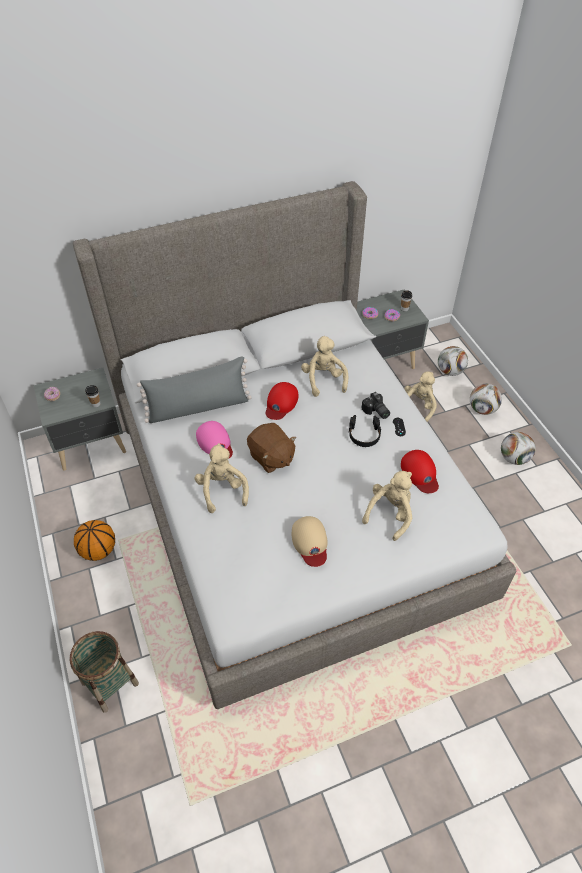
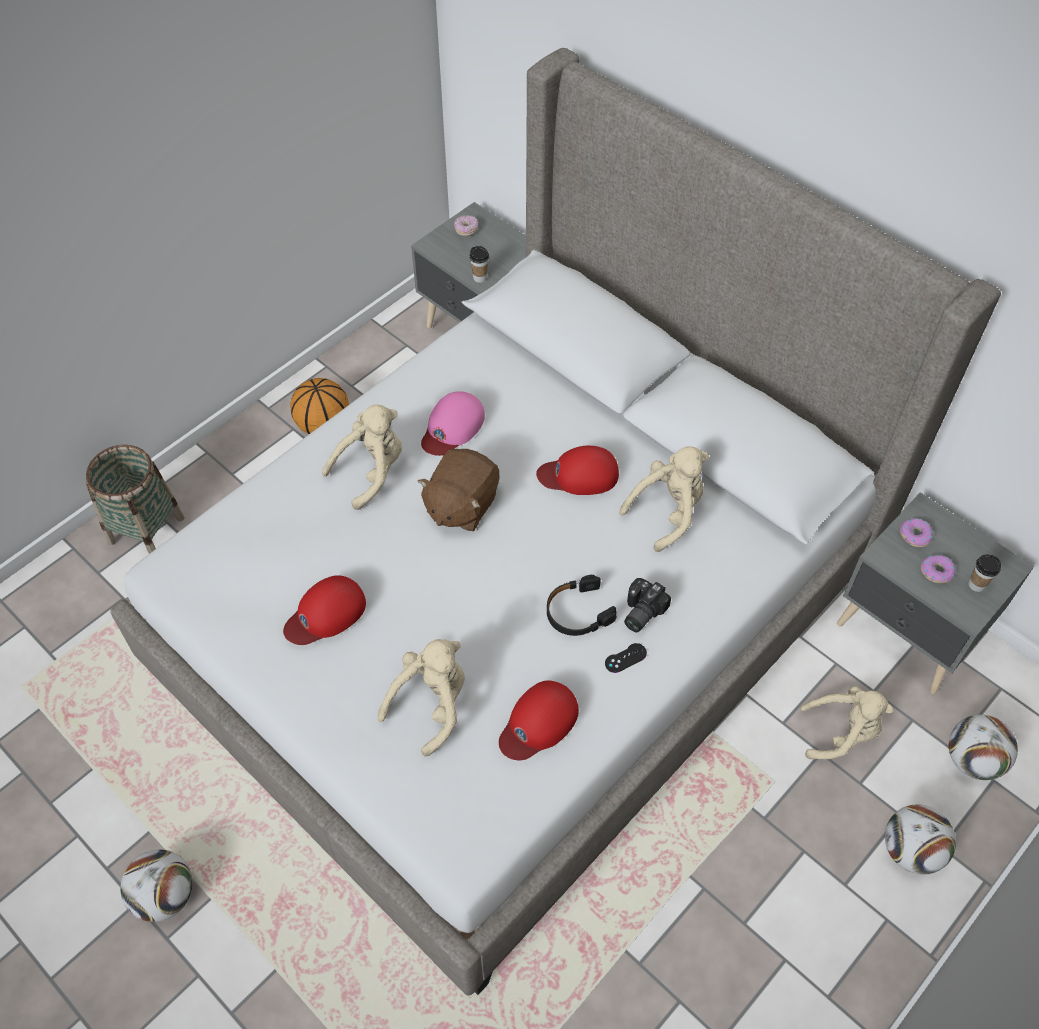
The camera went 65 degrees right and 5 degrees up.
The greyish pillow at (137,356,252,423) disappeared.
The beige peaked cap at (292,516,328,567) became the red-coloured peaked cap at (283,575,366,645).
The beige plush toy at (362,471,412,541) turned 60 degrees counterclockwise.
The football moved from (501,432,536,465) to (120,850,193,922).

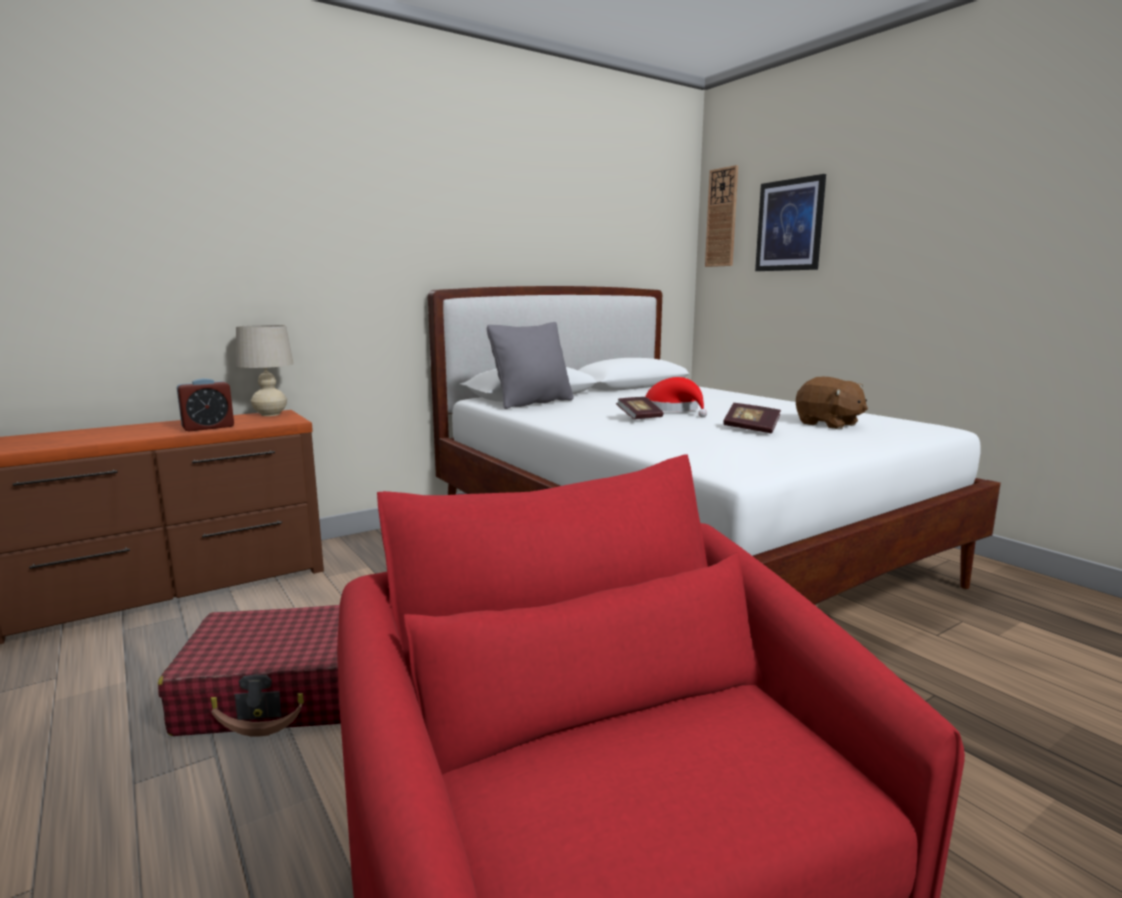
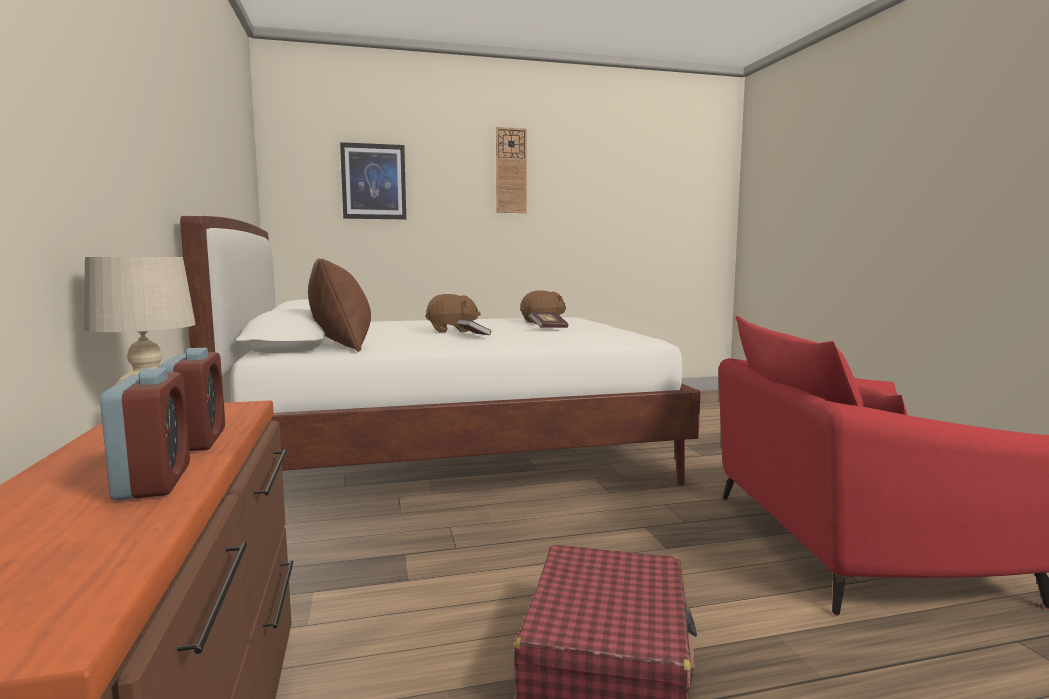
The camera went 70 degrees left and 5 degrees down.
The greyish pillow at (487,322,574,409) became the brown-coloured pillow at (308,258,371,352).
The red-coloured hat at (645,377,707,417) was replaced by the brown-coloured plush toy at (425,294,481,333).
The hanging clock moved from (705,165,738,267) to (496,127,527,213).
The alarm clock at (100,368,190,500) appeared.

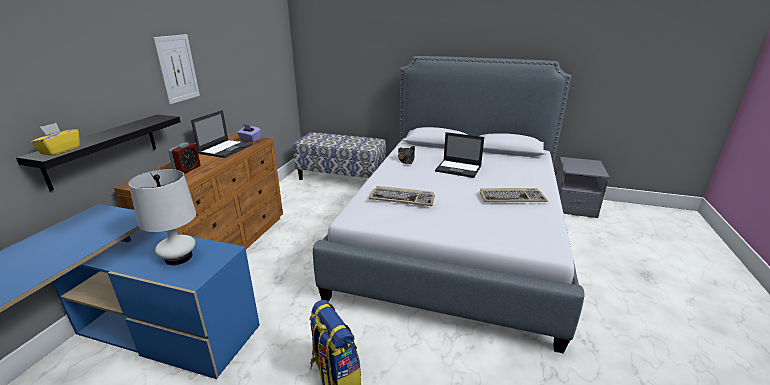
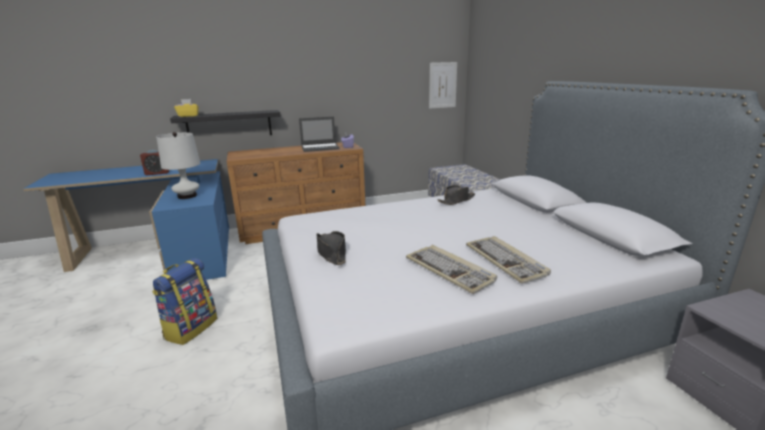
The camera went 55 degrees right and 5 degrees down.
The wall picture moved from (153,34,200,104) to (429,62,457,109).
The alarm clock moved from (168,142,200,174) to (140,150,170,175).
The PC keyboard moved from (369,186,435,206) to (466,236,551,284).
The laptop at (435,132,484,178) disappeared.
The black hat at (317,231,346,265) appeared.

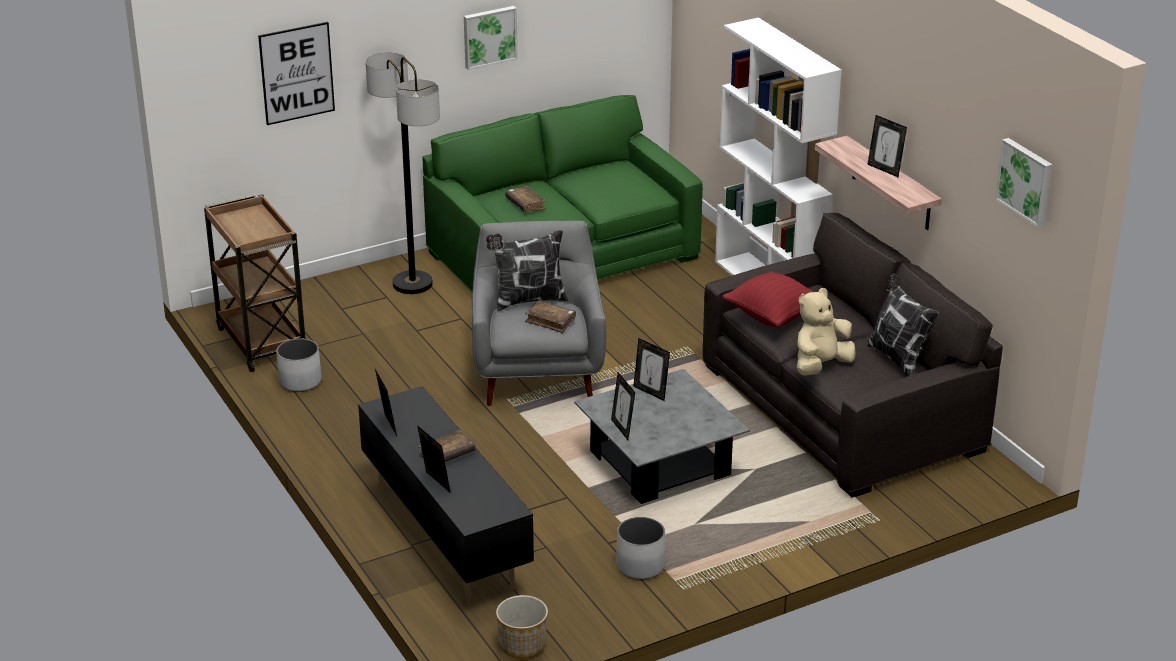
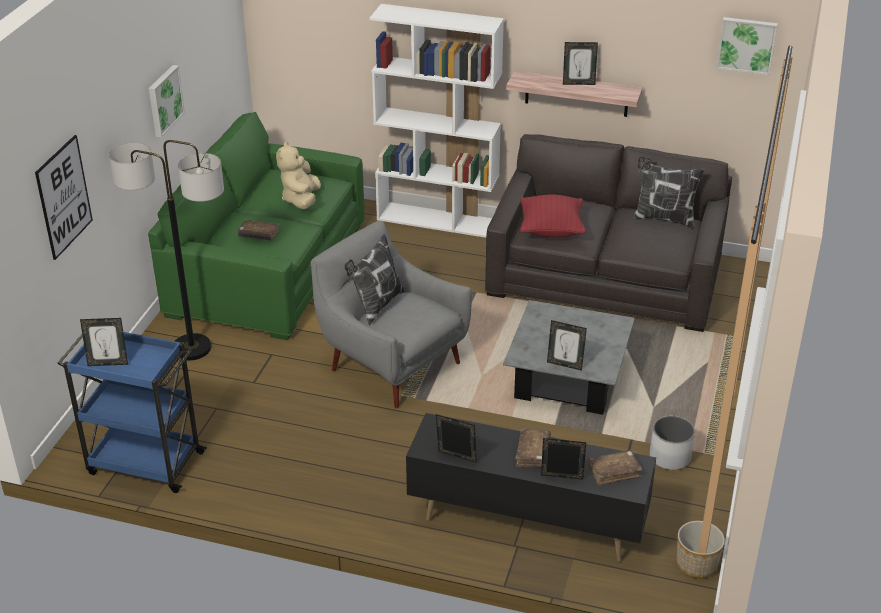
The camera went 45 degrees left and 5 degrees up.
The brown-coloured wheeled cart at (204,194,305,372) became the bluish wheeled cart at (57,332,207,493).
The white plant pot at (276,338,321,392) disappeared.
The brown-coloured book moved from (525,300,576,333) to (588,450,642,486).
The picture frame moved from (633,338,670,401) to (80,318,128,366).
The beige plush toy moved from (797,288,856,376) to (276,141,321,209).

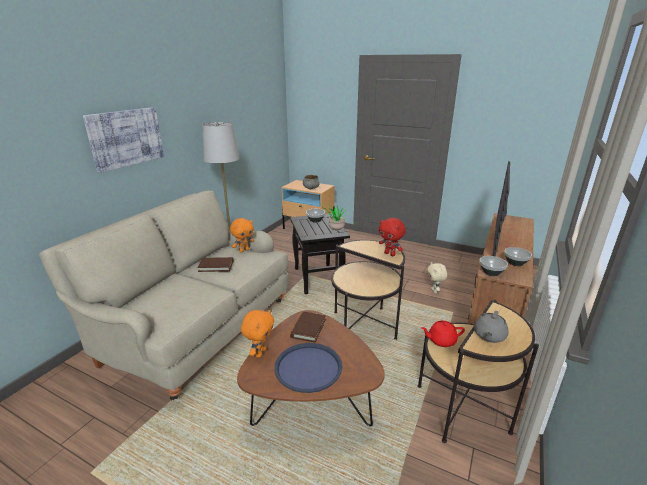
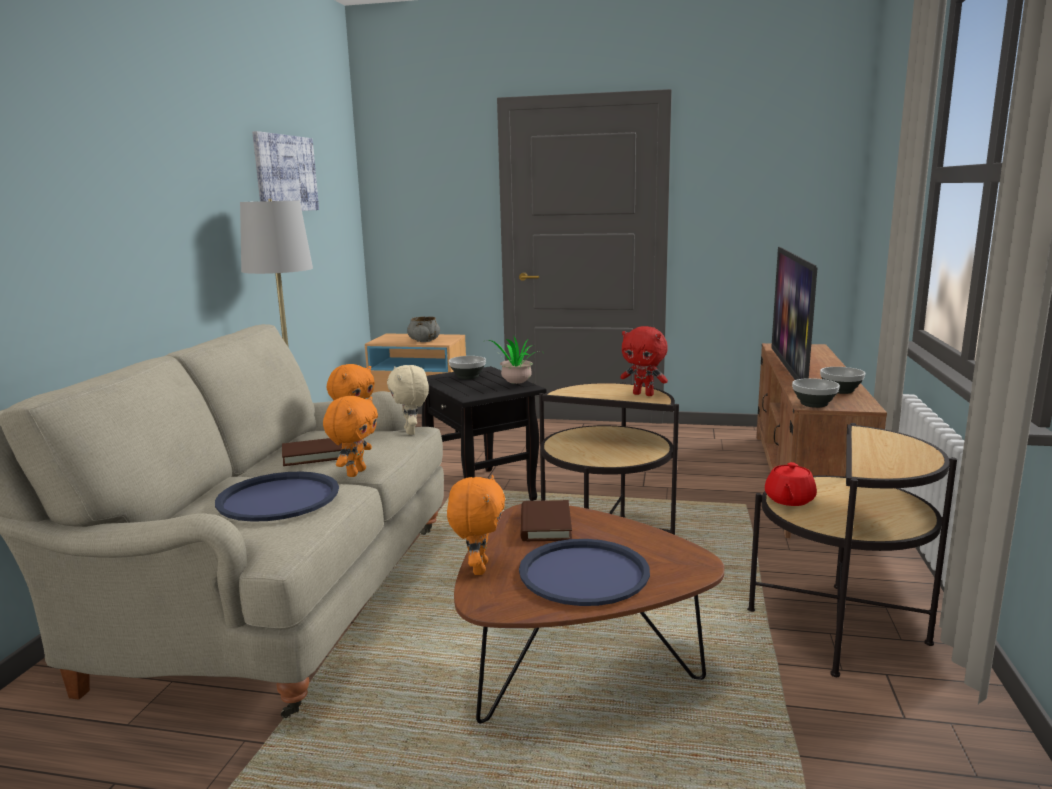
The camera went 15 degrees left and 10 degrees down.
The wall picture moved from (83,107,164,173) to (252,131,319,211).
The red-coloured pot for tea at (421,321,465,347) turned 45 degrees counterclockwise.
The beige plush toy moved from (427,262,447,293) to (387,365,429,435).
The greyish pot for tea at (474,311,508,343) disappeared.
The bluish tray at (215,472,339,522) appeared.
The orange-coloured plush toy at (323,396,378,477) appeared.

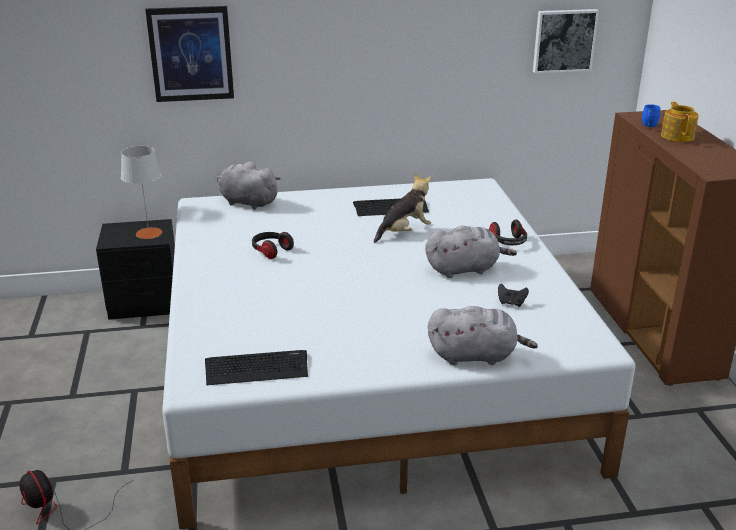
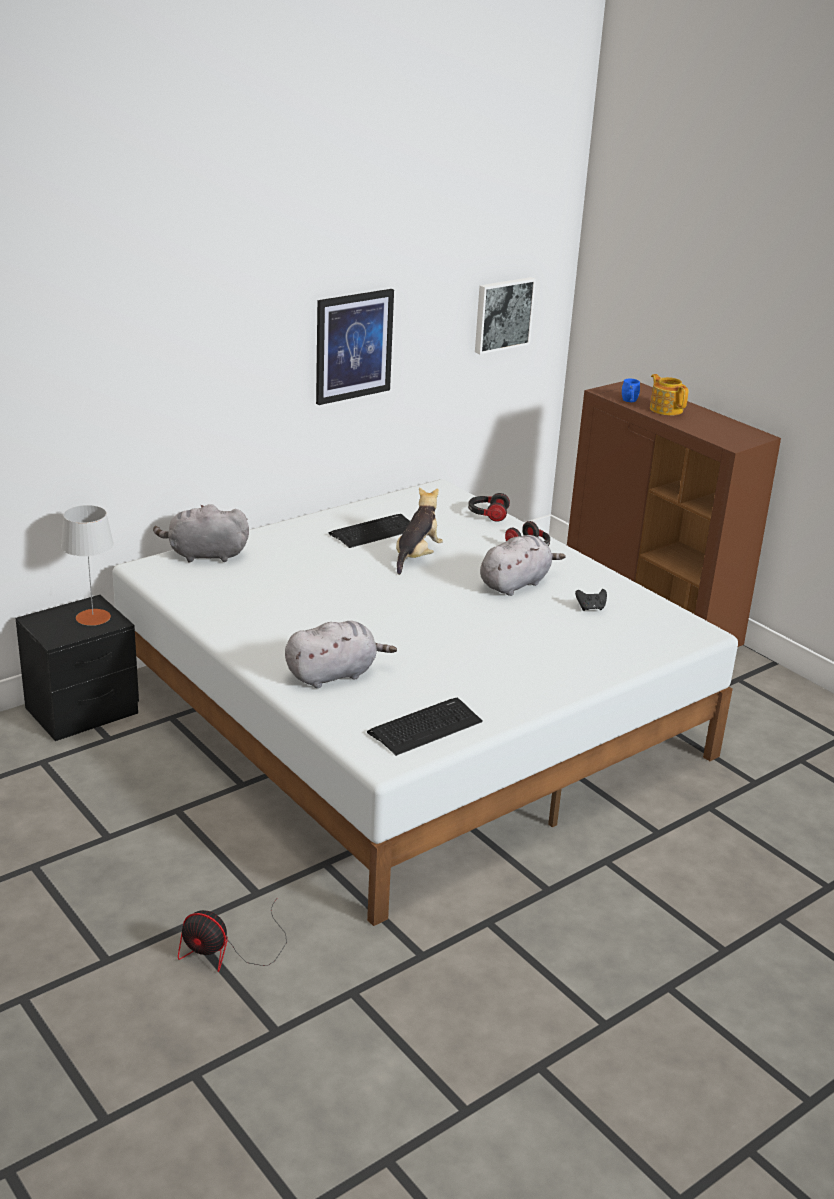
The camera went 30 degrees left and 0 degrees up.
The wall picture moved from (145,6,234,102) to (316,289,394,405).
The headphones moved from (252,232,294,259) to (468,493,510,522).
The greyish plush toy moved from (428,306,538,365) to (285,621,397,688).

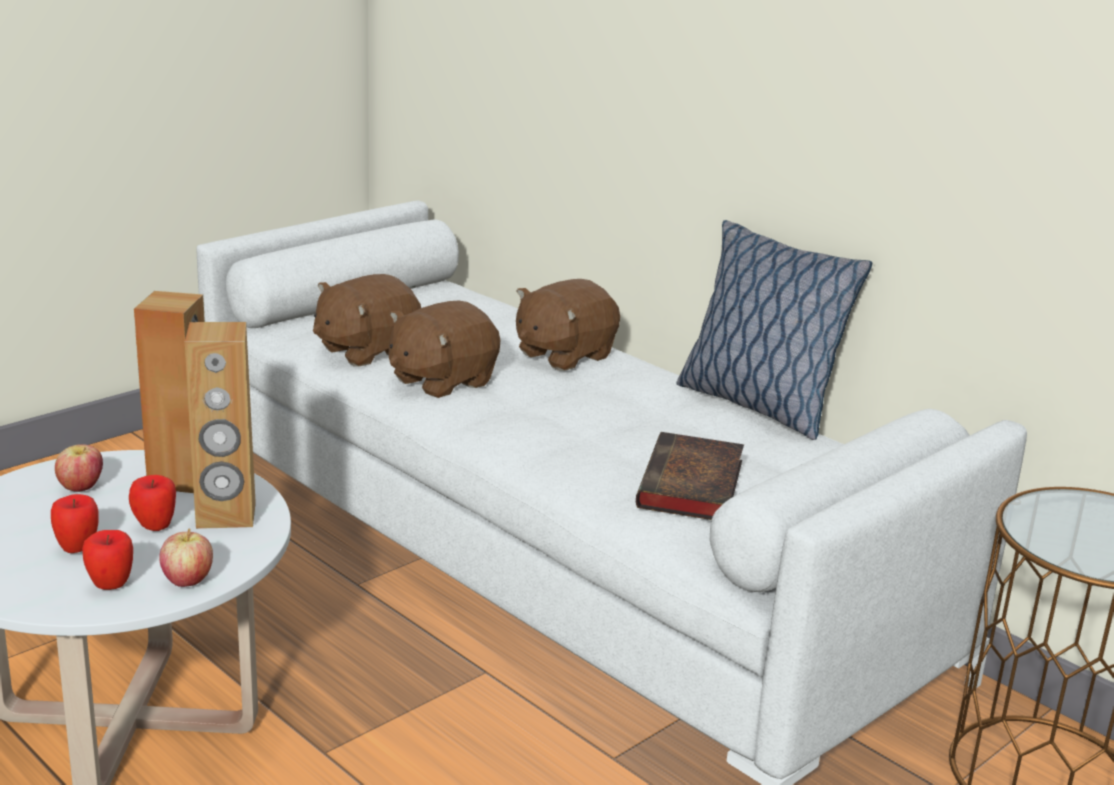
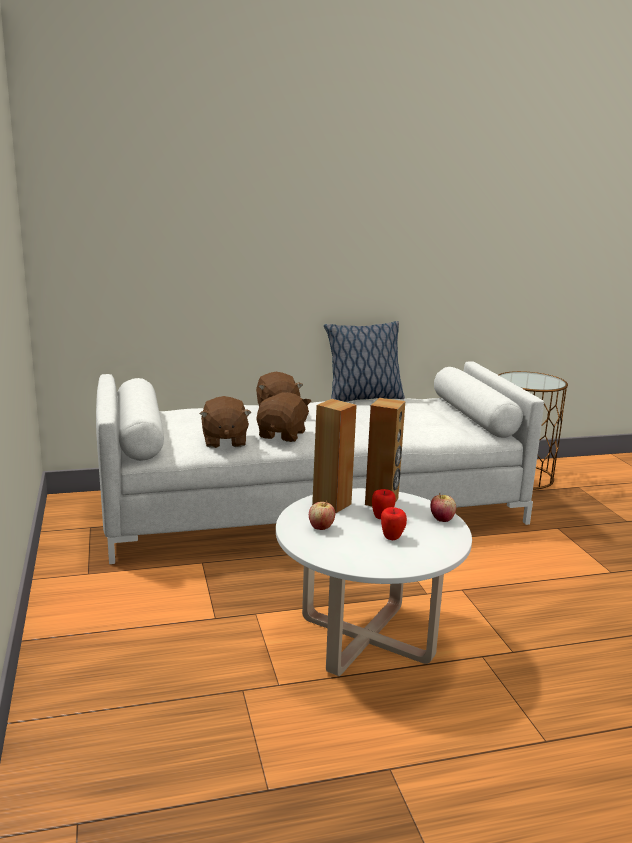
The camera went 60 degrees left and 5 degrees down.
The apple fruit at (82,530,133,590) disappeared.
The brown-coloured plush toy at (389,300,500,398) turned 150 degrees counterclockwise.
The book at (636,432,744,520) disappeared.

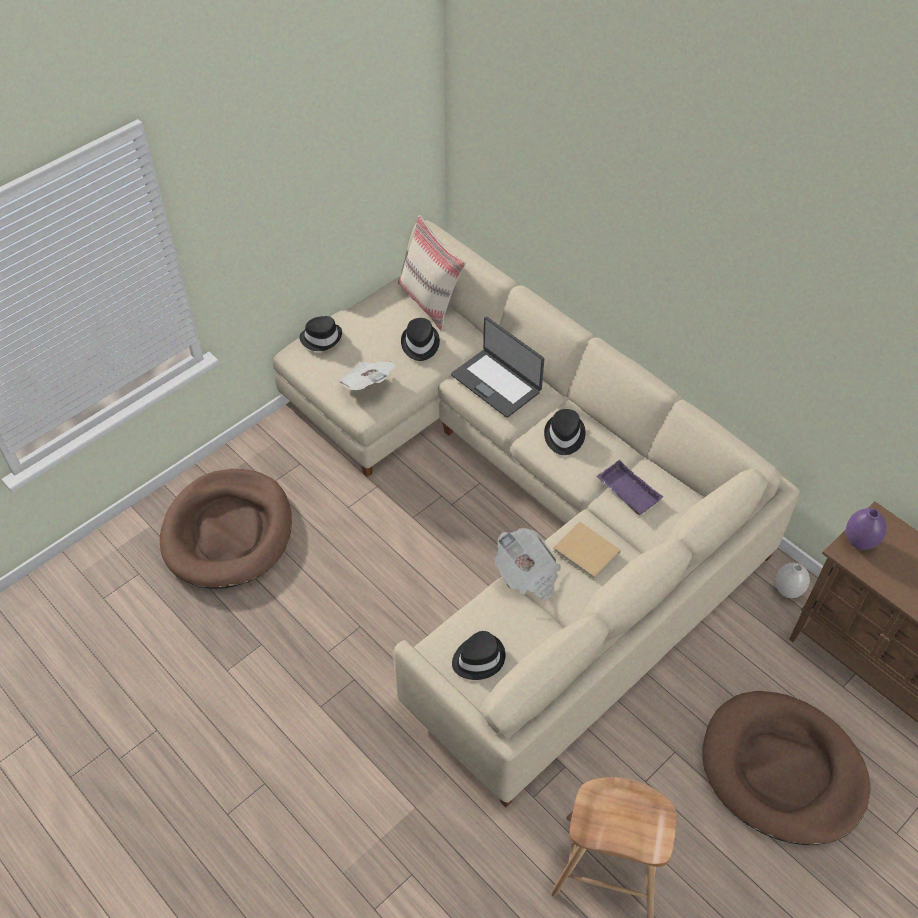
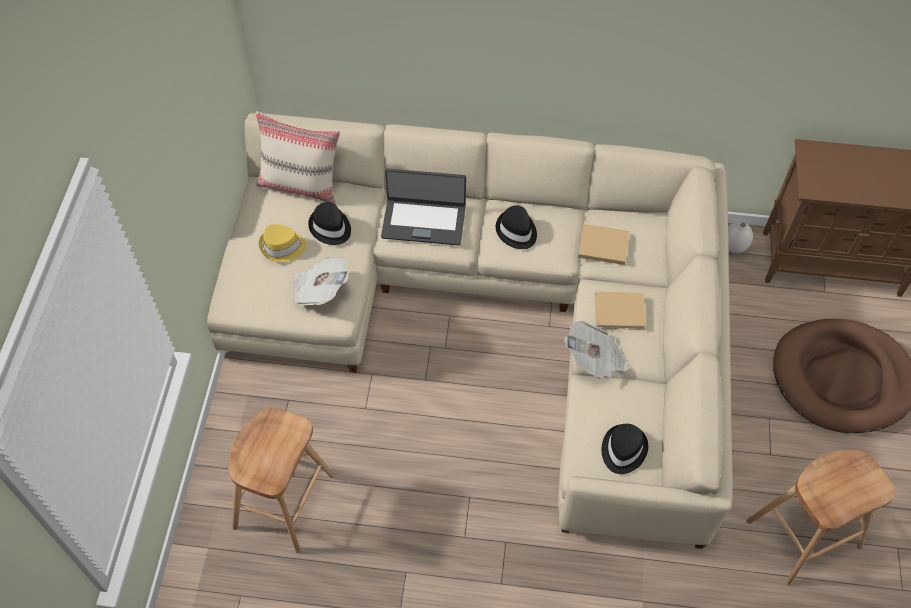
The camera went 40 degrees left and 5 degrees up.
The brown-coloured pet bed at (160,469,292,589) was replaced by the brown-coloured sitting stool at (229,408,335,553).
The black hat at (299,316,342,351) disappeared.
The purple-coloured tray at (596,460,663,515) was replaced by the beige book at (578,224,629,265).
The purple-coloured flower vase at (846,508,887,550) disappeared.
The yellow hat at (259,224,306,262) appeared.

